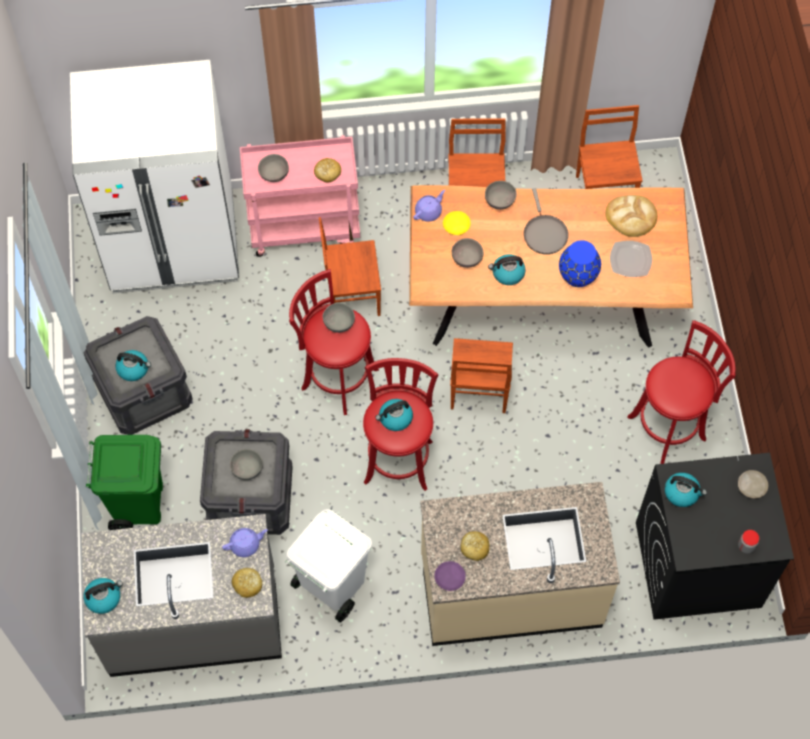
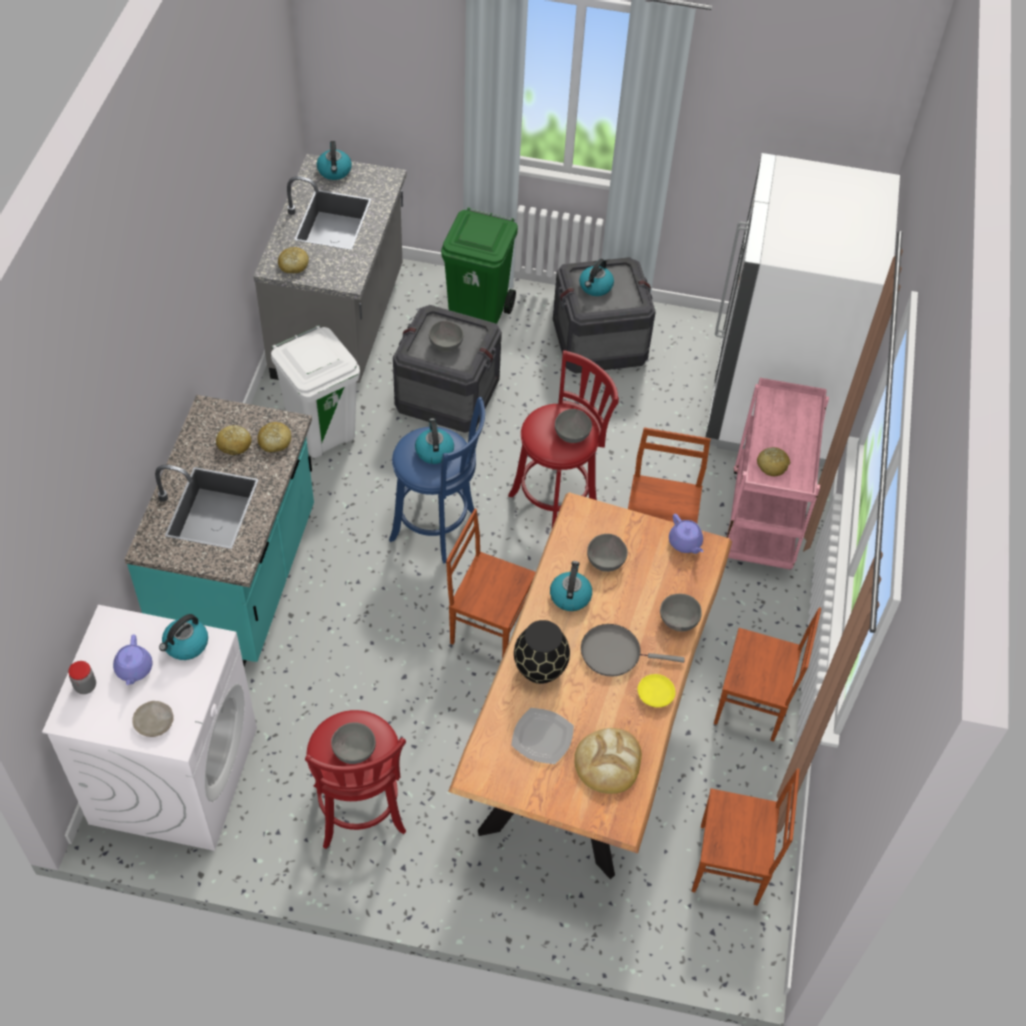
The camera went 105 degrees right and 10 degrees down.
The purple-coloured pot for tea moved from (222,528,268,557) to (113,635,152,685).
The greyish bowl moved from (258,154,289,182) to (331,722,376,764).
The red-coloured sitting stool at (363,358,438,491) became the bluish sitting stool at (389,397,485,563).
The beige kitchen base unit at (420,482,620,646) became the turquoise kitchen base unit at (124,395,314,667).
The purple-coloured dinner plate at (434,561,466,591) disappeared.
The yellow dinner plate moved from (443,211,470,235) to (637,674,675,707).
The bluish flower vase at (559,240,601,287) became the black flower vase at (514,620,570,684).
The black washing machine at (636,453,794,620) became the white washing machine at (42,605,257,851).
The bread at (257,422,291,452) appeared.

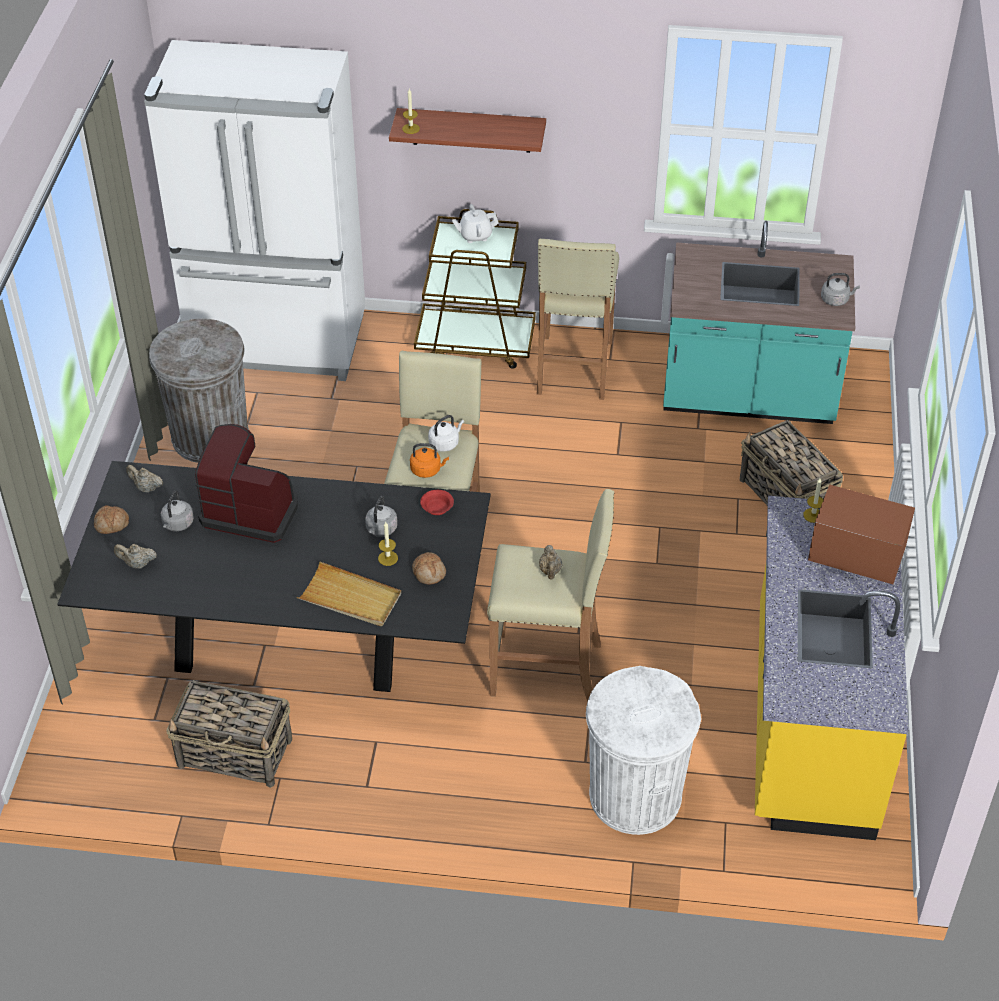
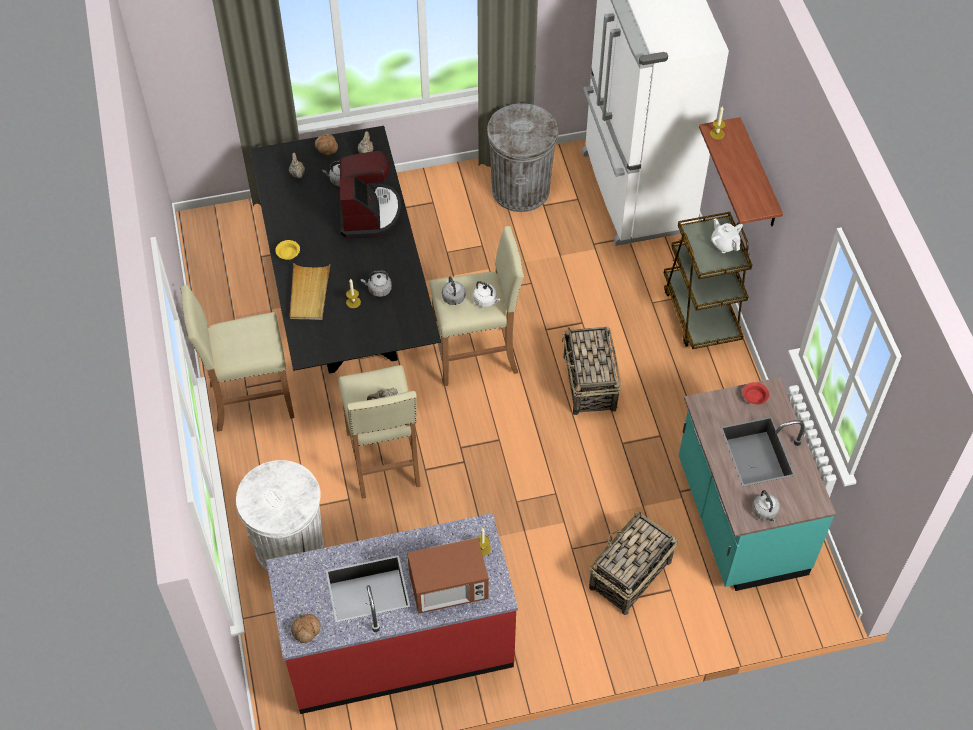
The camera went 70 degrees right and 10 degrees up.
The household basket moved from (166,680,292,788) to (562,327,621,415).
The orange-coloured water kettle at (410,443,449,478) became the greyish water kettle at (442,276,465,305).
The bread moved from (412,552,446,584) to (291,614,321,643).
The red-coloured bowl moved from (420,490,454,515) to (743,382,769,405).
The beige sitting stool moved from (537,239,619,400) to (181,285,295,432).
The yellow kitchen base unit at (755,496,909,840) became the red-coloured kitchen base unit at (266,513,518,714).
The microwave at (808,484,915,584) turned 75 degrees clockwise.
The yellow bowl at (275,240,300,260) appeared.

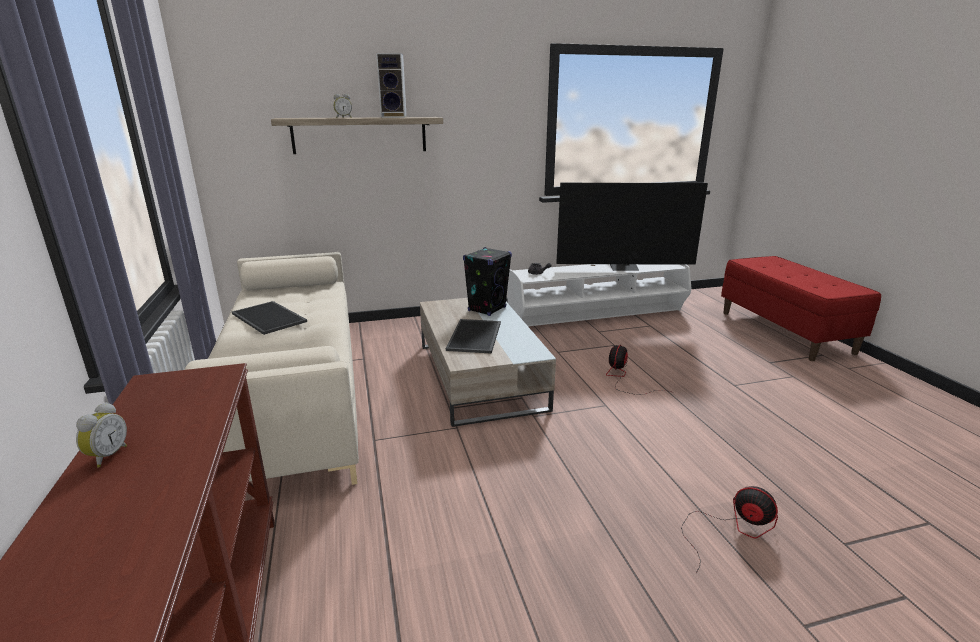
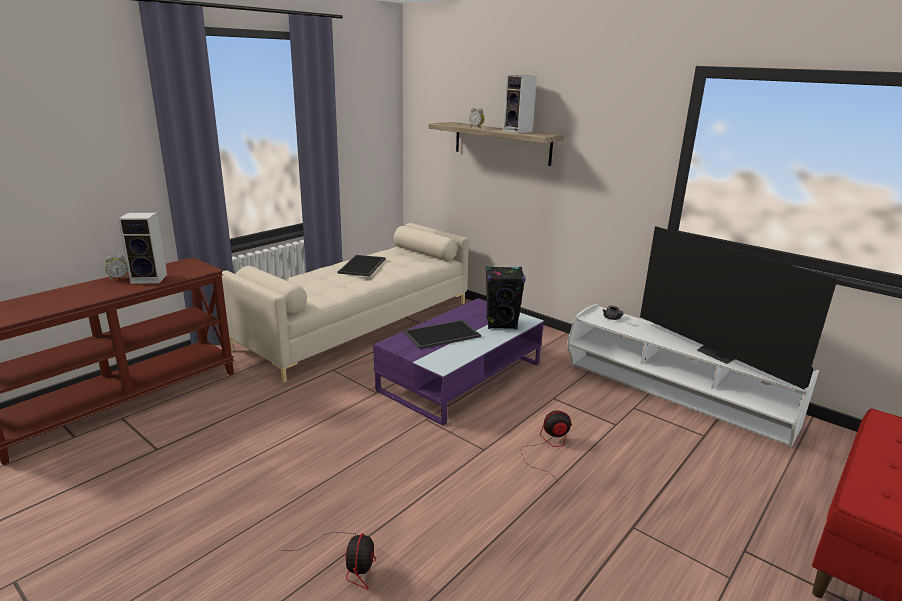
The camera went 55 degrees right and 0 degrees up.
The beige coffee table at (420,298,556,427) became the purple-coloured coffee table at (373,298,544,426).
The audio speaker at (118,212,167,284) appeared.

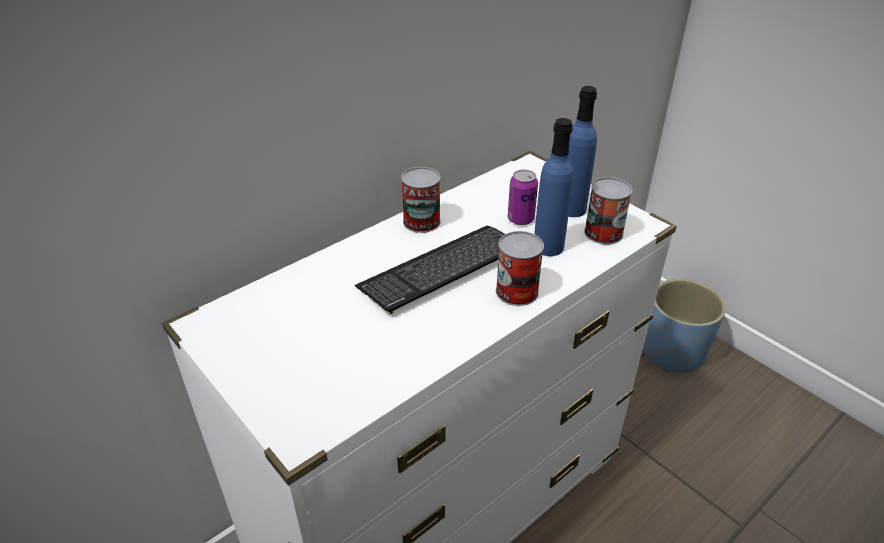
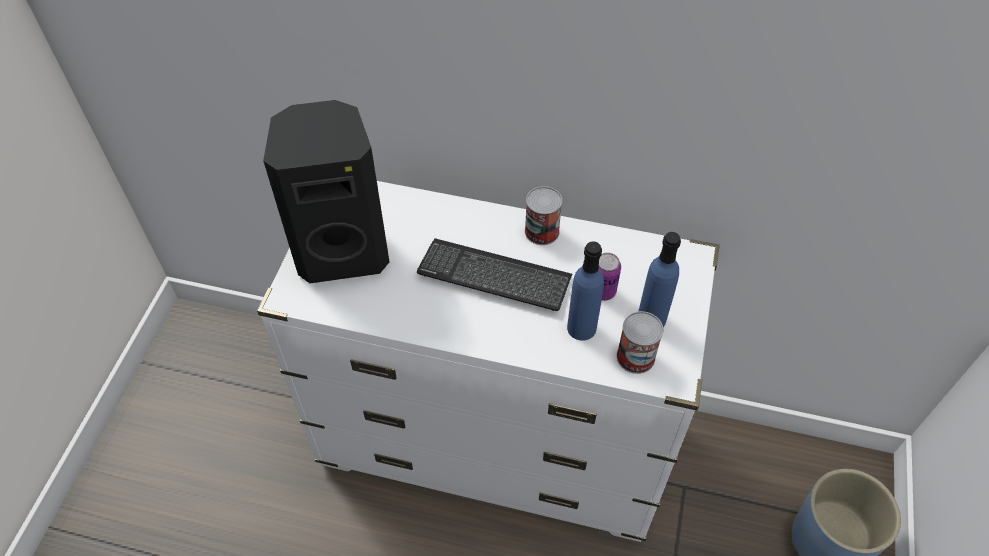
The camera went 55 degrees right and 15 degrees up.
The sealed can at (496,231,544,306) disappeared.
The black audio speaker at (263,100,390,283) appeared.

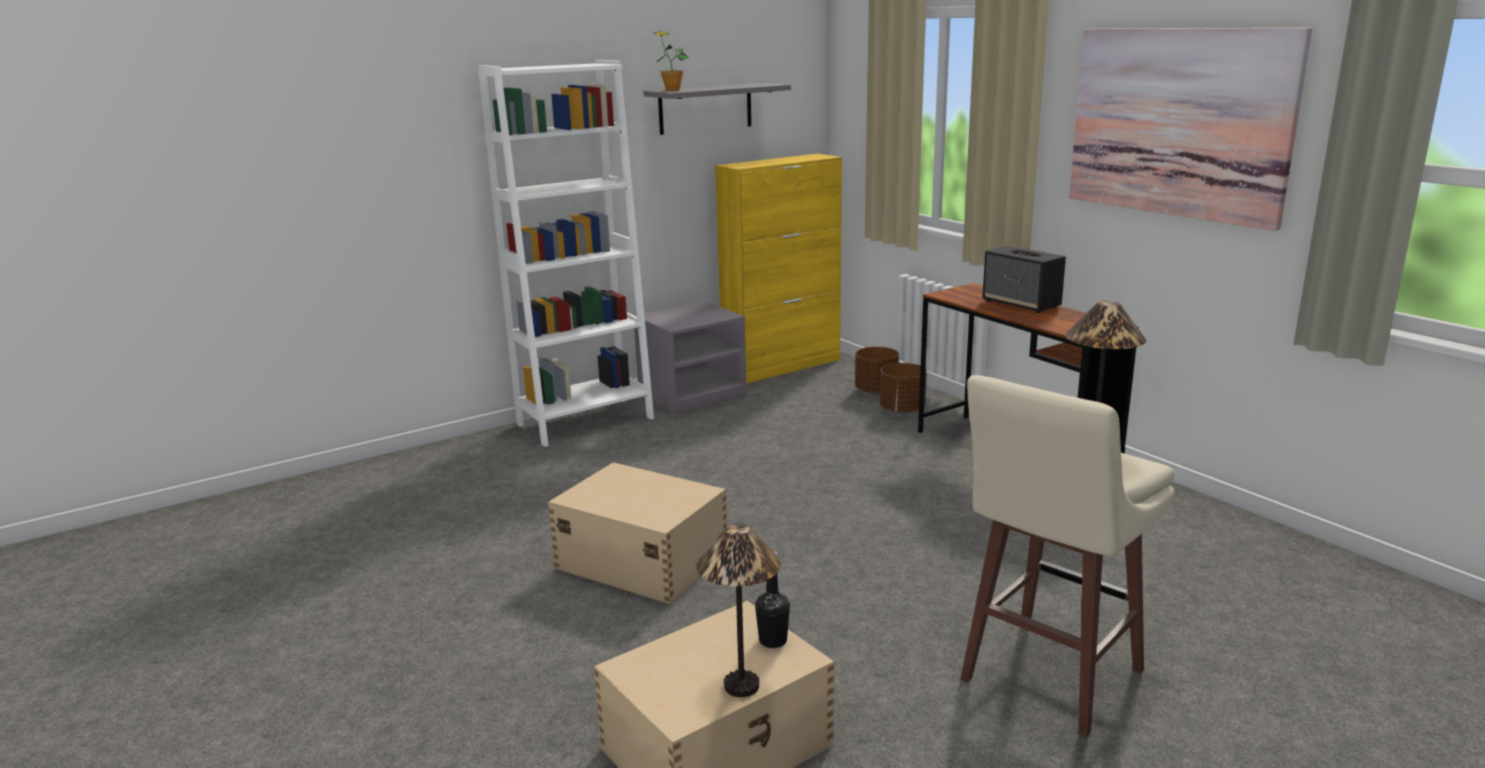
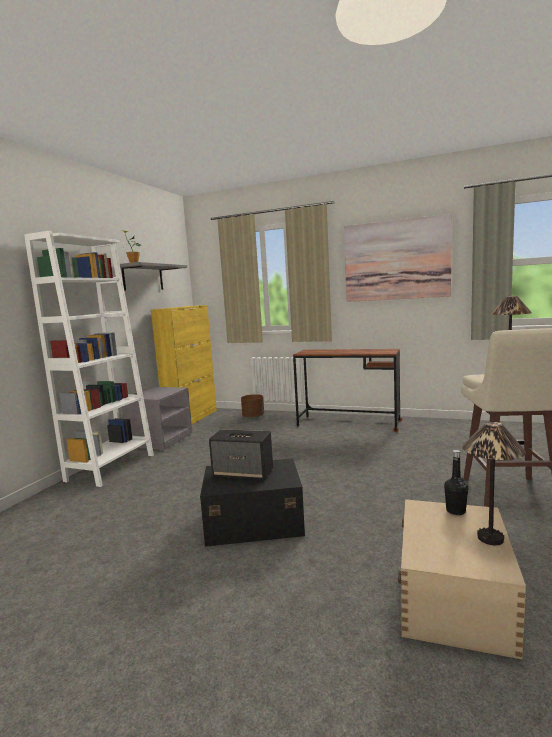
The camera went 35 degrees left and 10 degrees down.
The beige storage container at (548,462,727,604) became the black storage container at (200,458,305,547).
The brown-coloured plant pot at (880,363,927,414) disappeared.
The audio speaker moved from (982,245,1066,313) to (209,429,273,481).

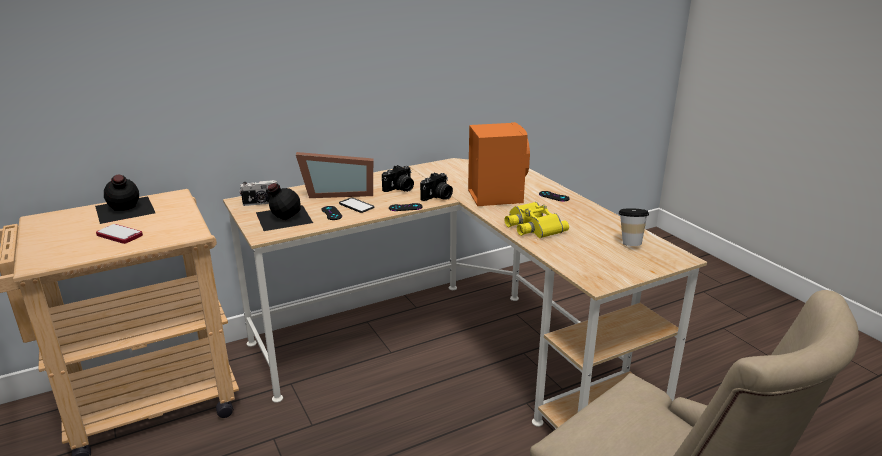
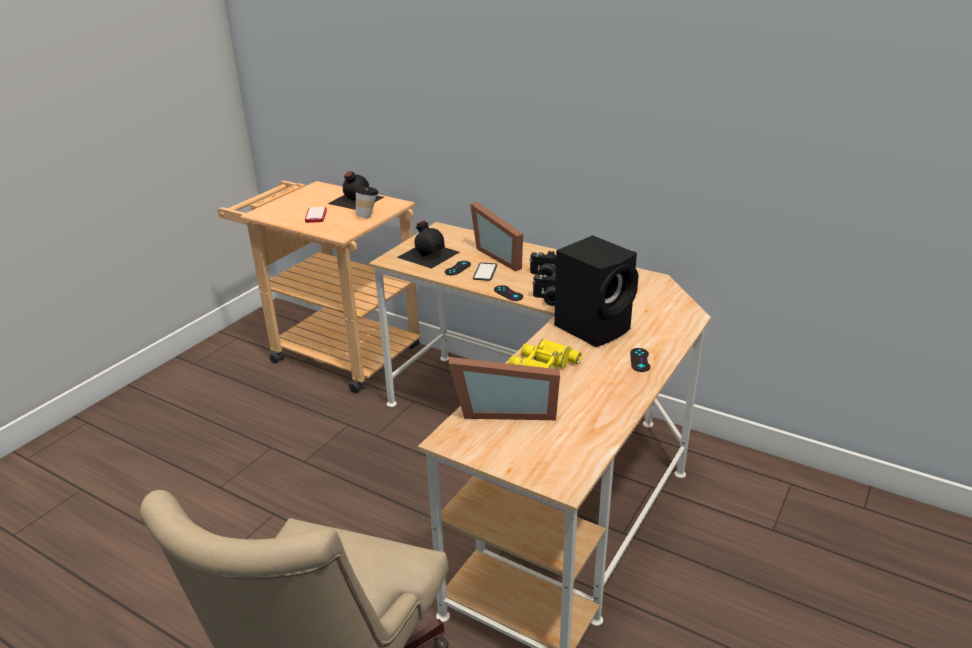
The camera went 60 degrees right and 5 degrees up.
The photo camera at (239,180,278,206) disappeared.
The orange-coloured audio speaker at (468,122,530,206) became the black audio speaker at (554,235,639,347).
The drinking cup moved from (619,208,649,246) to (354,186,379,218).
The picture frame at (449,357,560,420) appeared.

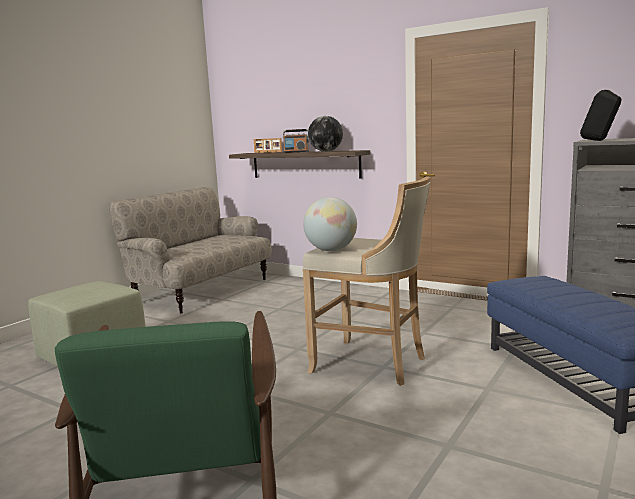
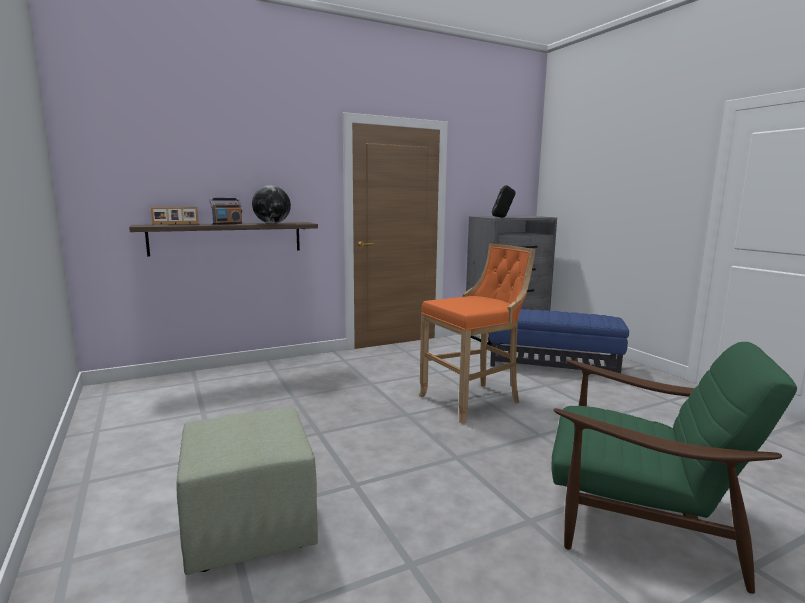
The camera went 60 degrees left and 0 degrees up.
The beige settee at (109,187,272,314) disappeared.
The beige sitting stool at (302,177,431,386) became the orange-coloured sitting stool at (419,243,536,424).
The desk globe at (303,197,357,251) disappeared.

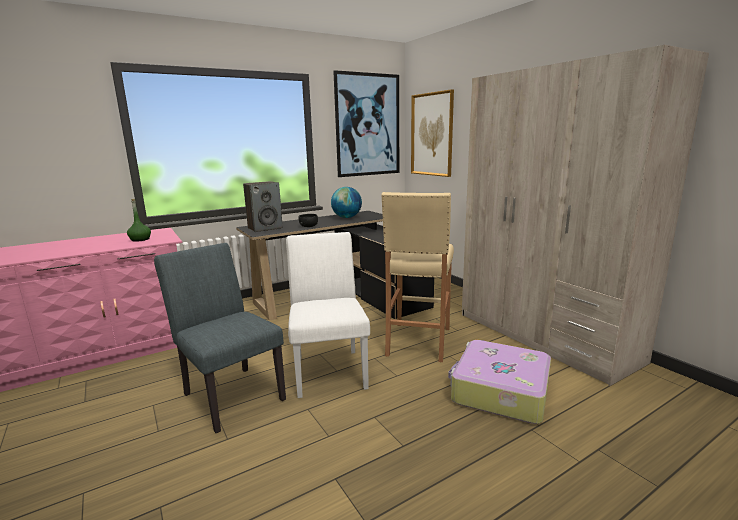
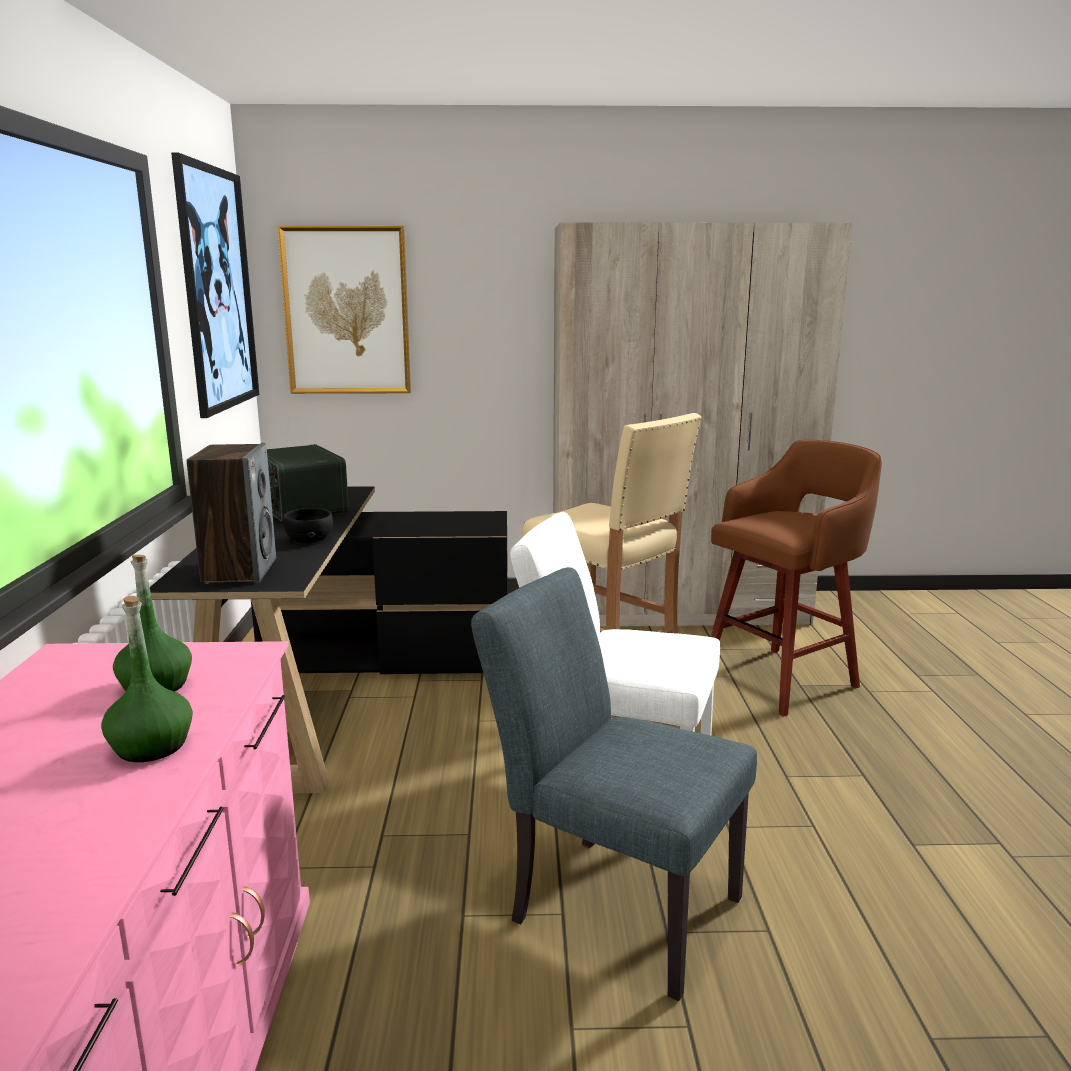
The camera went 60 degrees left and 0 degrees up.
The greyish chair at (154,243,286,433) turned 45 degrees clockwise.
The desk globe at (331,187,362,218) was replaced by the radio receiver at (267,444,349,521).
The travel case at (448,340,551,424) was replaced by the brown-coloured sitting stool at (711,440,882,717).
The green-coloured beverage bottle at (101,596,193,762) appeared.

